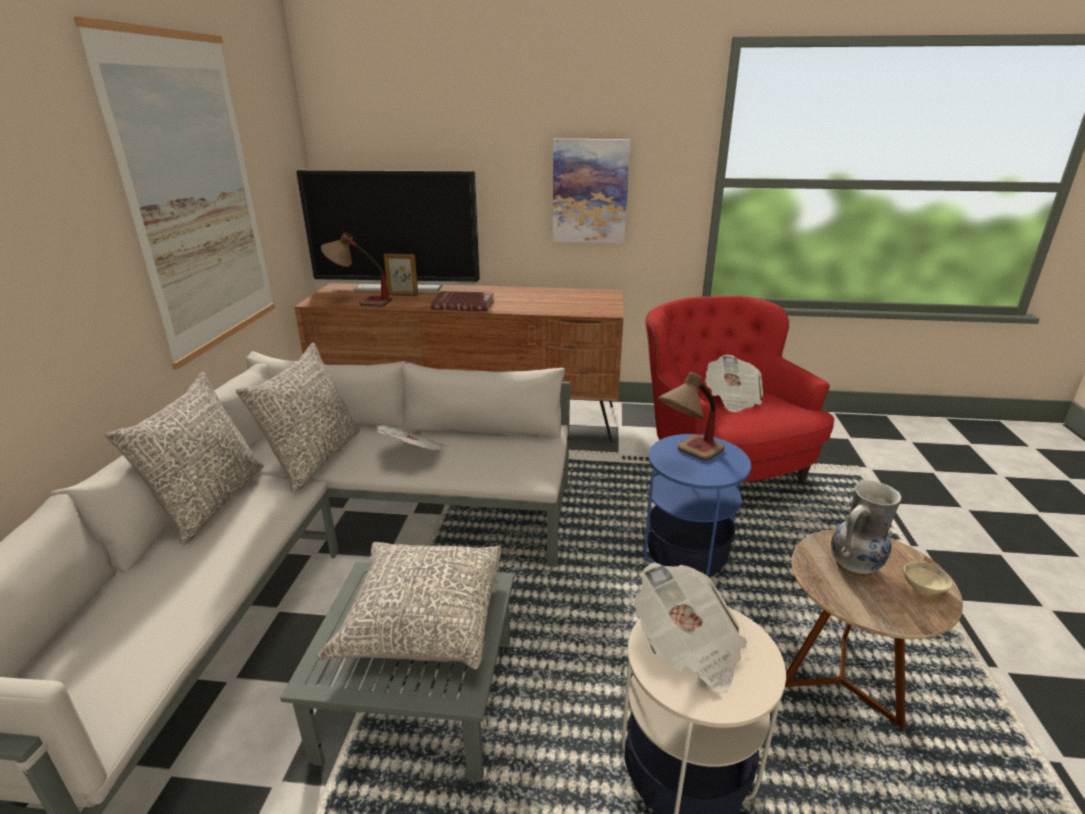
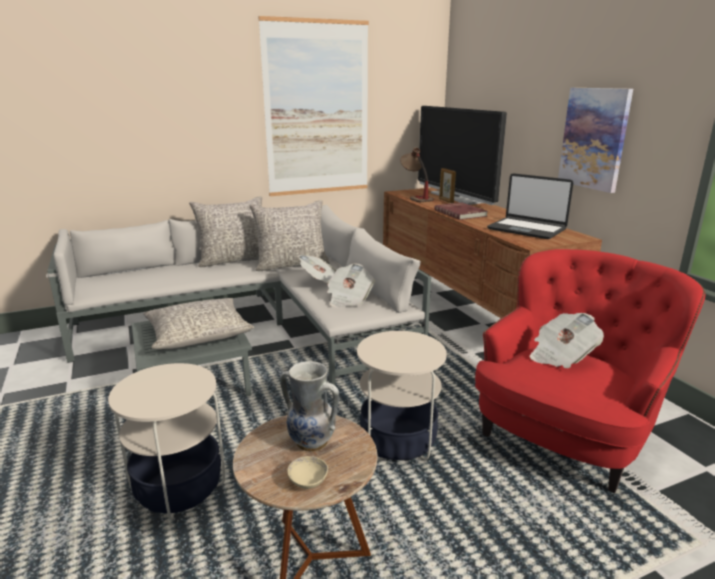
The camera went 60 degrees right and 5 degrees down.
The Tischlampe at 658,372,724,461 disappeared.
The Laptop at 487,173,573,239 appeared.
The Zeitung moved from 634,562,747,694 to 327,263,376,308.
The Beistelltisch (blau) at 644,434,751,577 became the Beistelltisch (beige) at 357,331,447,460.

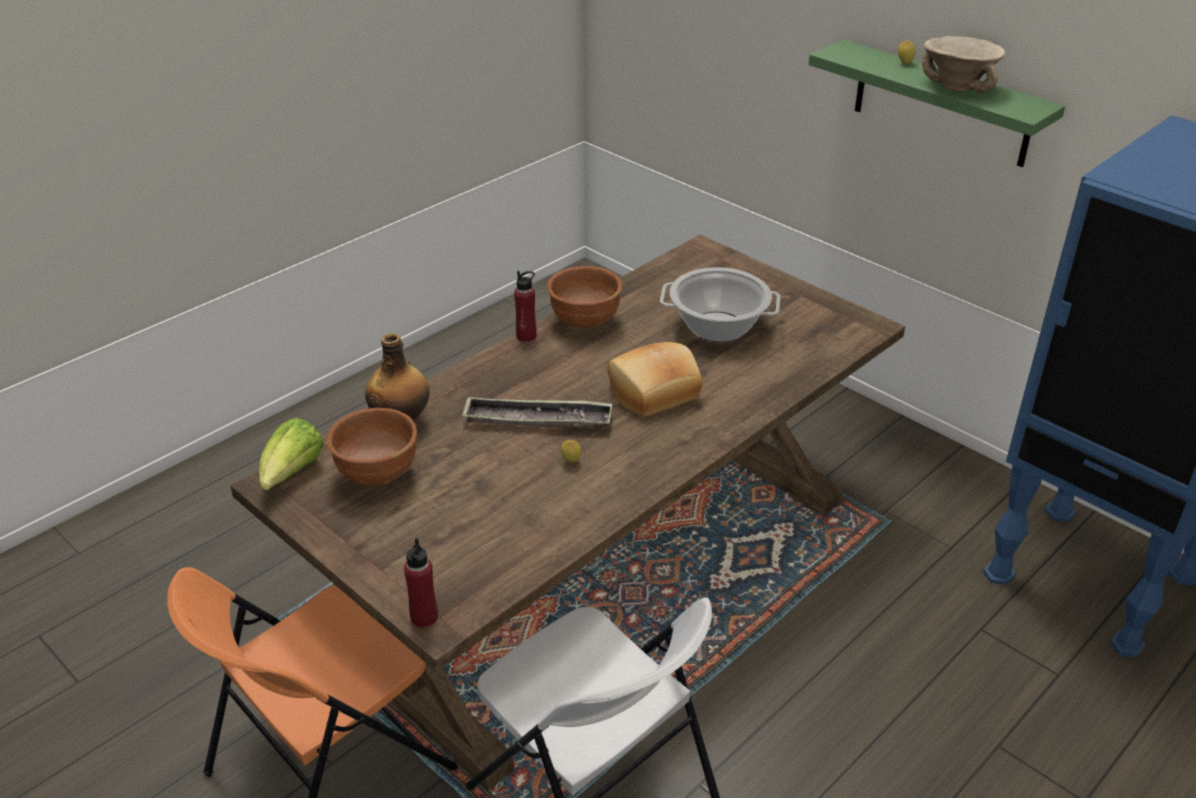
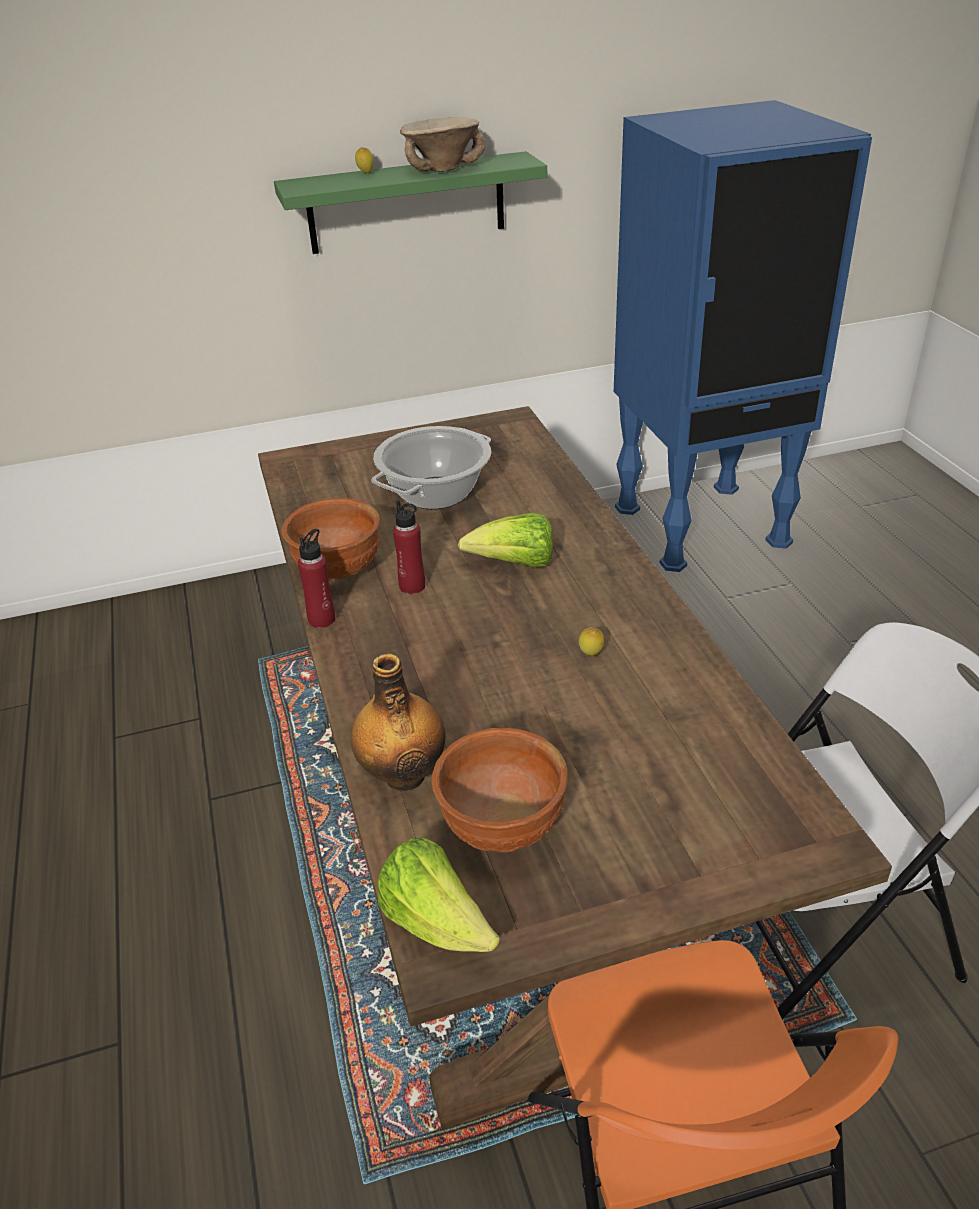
The camera went 60 degrees left and 0 degrees up.
The Tablett at 462,397,612,428 disappeared.
The Flasche (rot) moved from 404,538,438,627 to 393,501,425,594.
The Brot at 607,342,703,417 was replaced by the Salatkopf at 458,513,553,568.

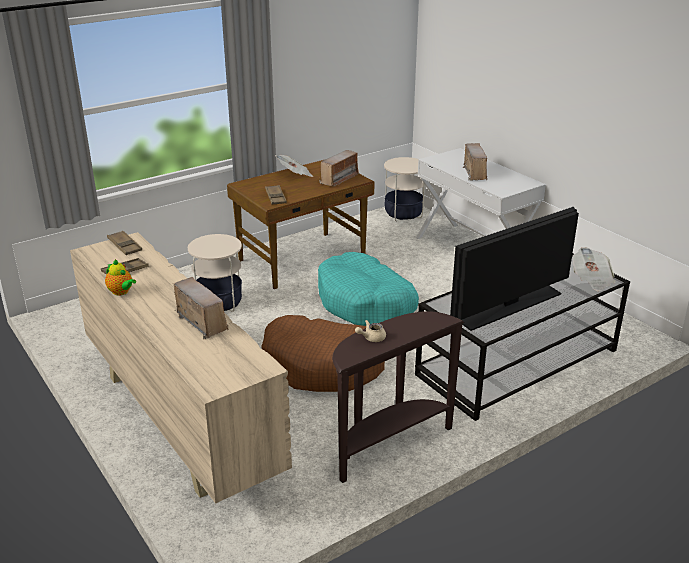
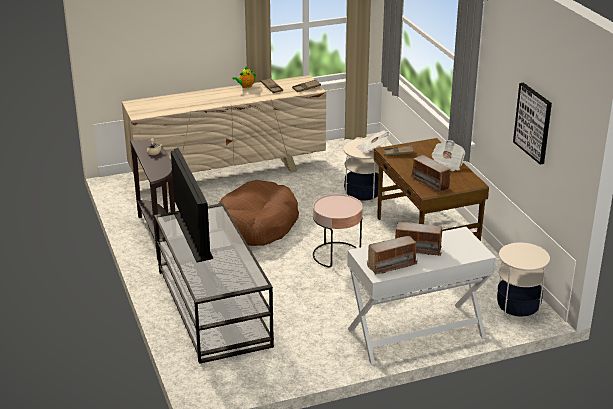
The camera went 105 degrees right and 0 degrees up.
The Bild at 513,83,552,165 appeared.
The Radio moved from 172,277,229,339 to 367,236,418,274.
The Zeitung moved from 572,247,615,292 to 357,130,390,153.
The Hundebett (türkis) at 318,252,419,326 was replaced by the Beistelltisch (rosa) at 313,194,363,267.

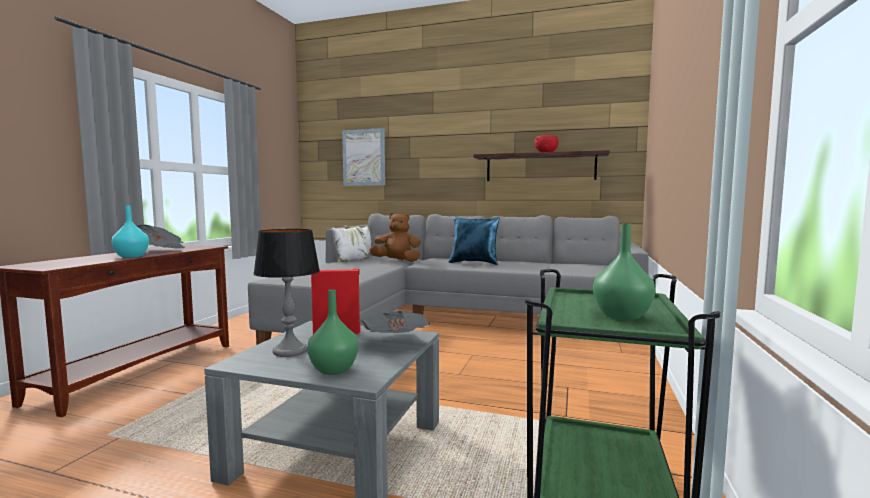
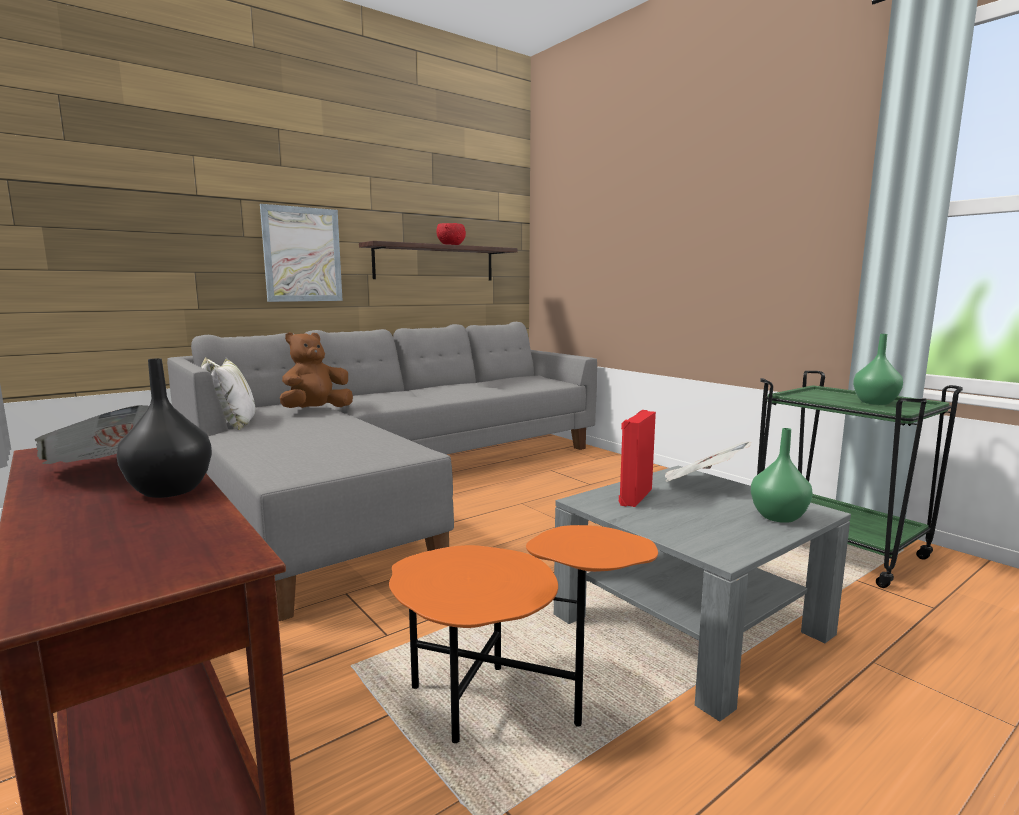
The camera went 55 degrees left and 5 degrees up.
The Tischlampe at 253,229,320,357 disappeared.
The Kissen (blau) at 448,217,500,265 disappeared.
The Beistelltisch (orange) at 389,525,658,743 appeared.
The Bild moved from 342,128,385,186 to 260,204,343,302.
The Vase (türkis) at 111,206,149,258 became the Vase (schwarz) at 117,358,212,498.

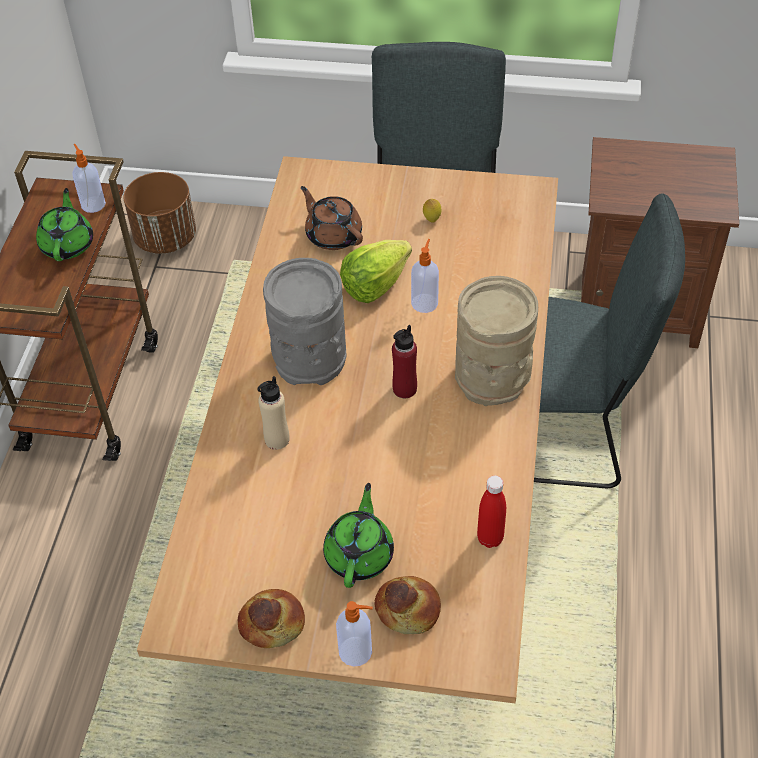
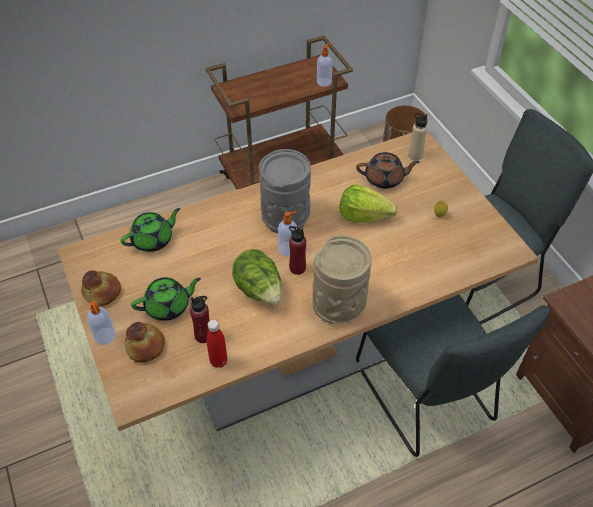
The camera went 55 degrees right and 0 degrees up.
The Flasche (rot) at 190,296,210,343 appeared.
The Salatkopf at 232,249,282,305 appeared.
The Teekanne (grün) moved from 36,188,93,261 to 120,208,180,252.
The Flasche (beige) moved from 257,376,289,450 to 409,112,428,161.
The Seifenspender moved from 411,239,439,313 to 278,211,299,256.
The Teekanne (braun) at 301,186,363,250 turned 75 degrees clockwise.

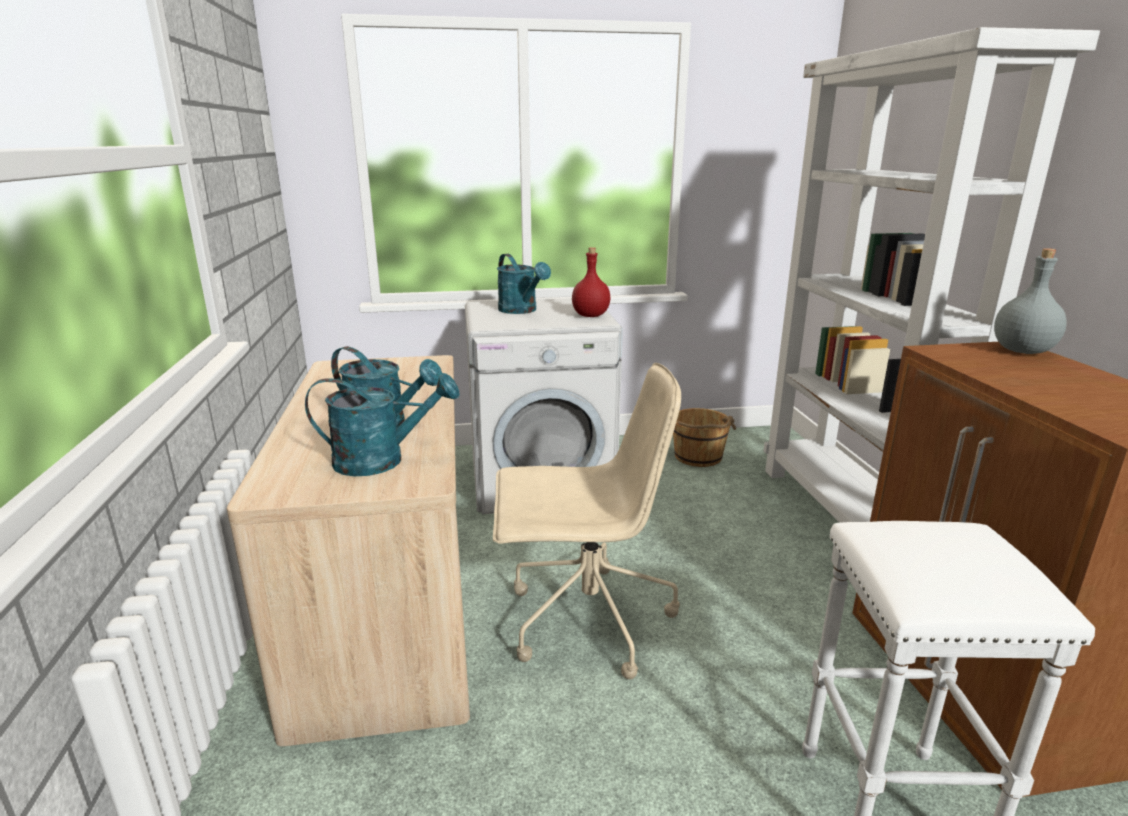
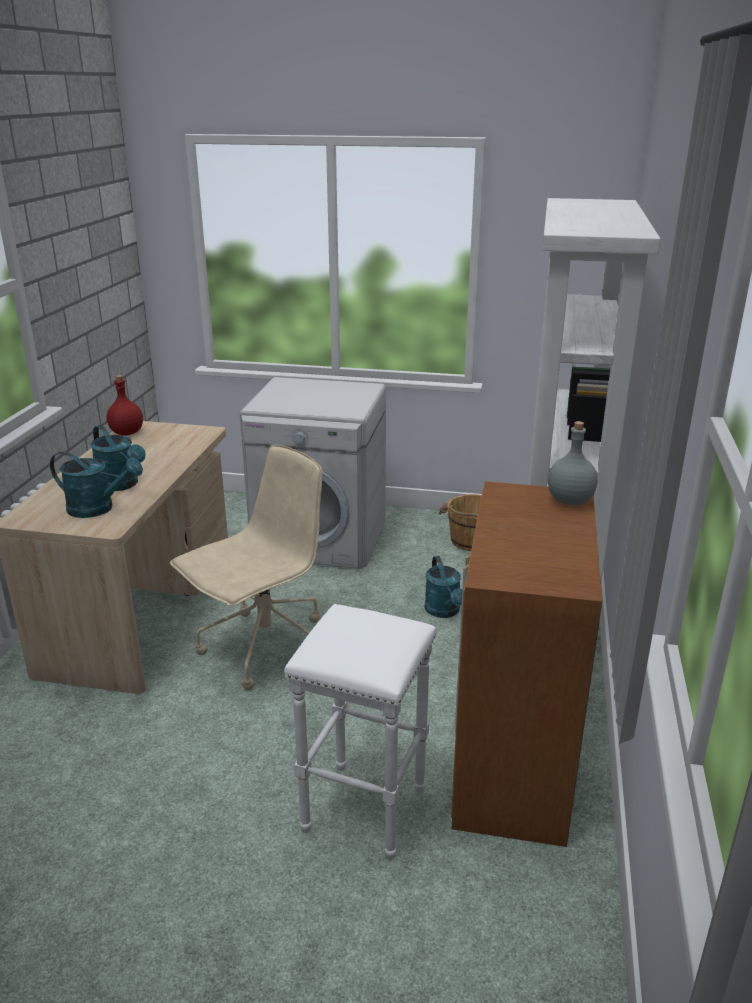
The camera went 20 degrees right and 5 degrees up.
The Gießkanne (türkis) moved from 497,254,551,314 to 425,556,462,618.
The Flasche (rot) moved from 572,247,611,317 to 106,375,143,436.
The Bürostuhl (beige) at 493,363,681,679 turned 60 degrees counterclockwise.

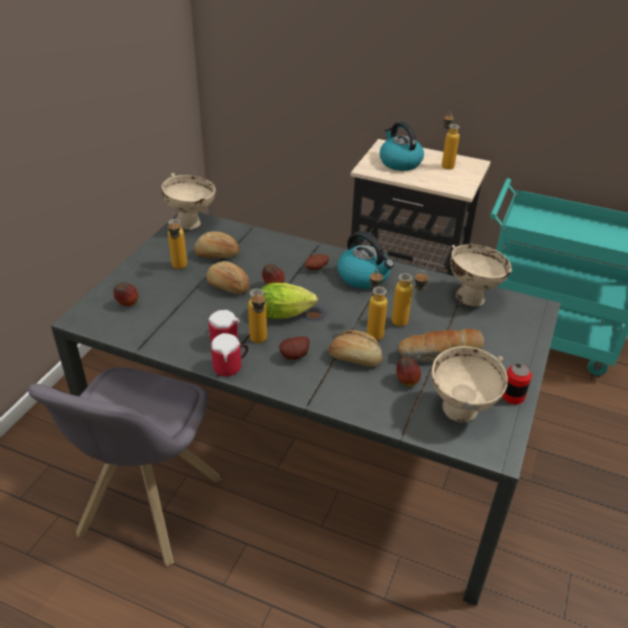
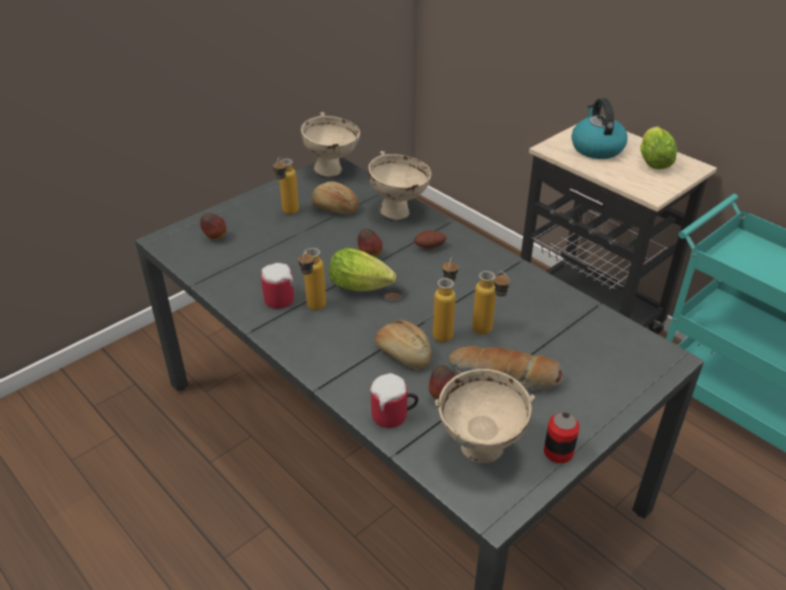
The camera went 25 degrees right and 0 degrees up.
The Stuhl (grau) at 28,367,222,566 disappeared.
The Brot at 206,261,250,293 disappeared.
The Kartoffel at 279,336,310,360 disappeared.
The Wasserkessel at 338,231,394,289 disappeared.
The Henkelbecher moved from 211,333,248,376 to 370,373,418,428.
The Schüssel (beige) moved from 450,244,512,307 to 368,151,432,220.
The Flasche at 442,111,459,170 was replaced by the Salatkopf at 640,127,677,169.

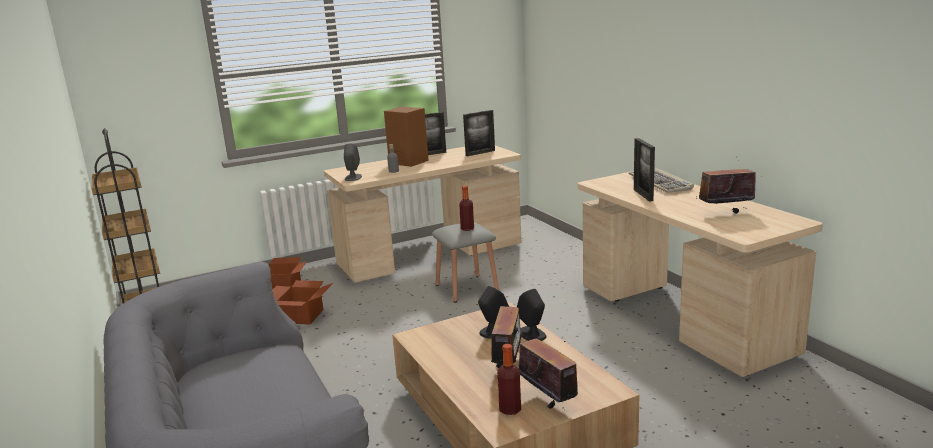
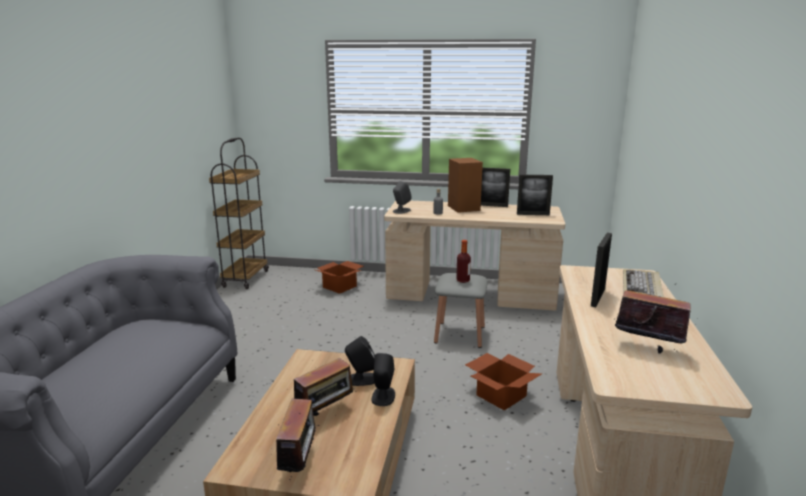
The camera went 35 degrees right and 0 degrees up.
The Flasche at 497,344,521,415 disappeared.
The Karton moved from 273,280,333,325 to 465,353,542,411.

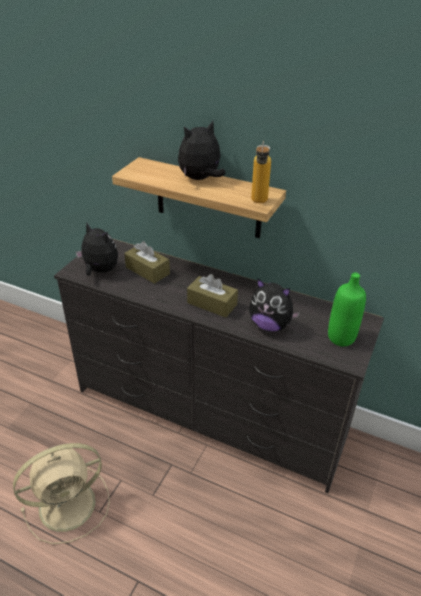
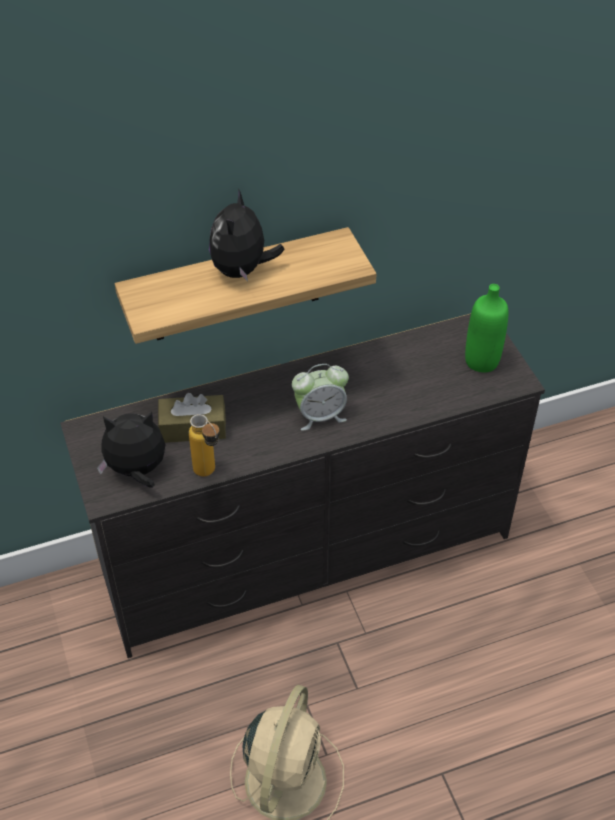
The camera went 45 degrees left and 10 degrees up.
The Plüschtier at 249,278,300,331 disappeared.
The Flasche moved from 251,141,271,203 to 189,414,220,477.
The Taschentuchbox (braun) at 187,274,238,318 was replaced by the Wecker at 292,364,349,431.

